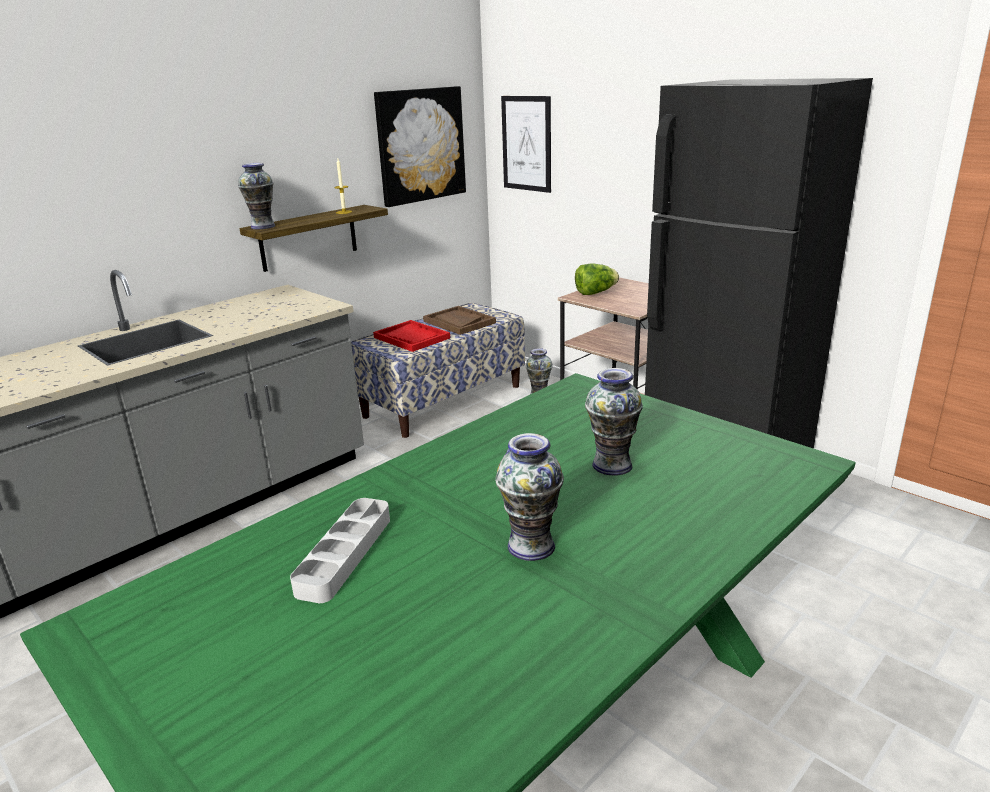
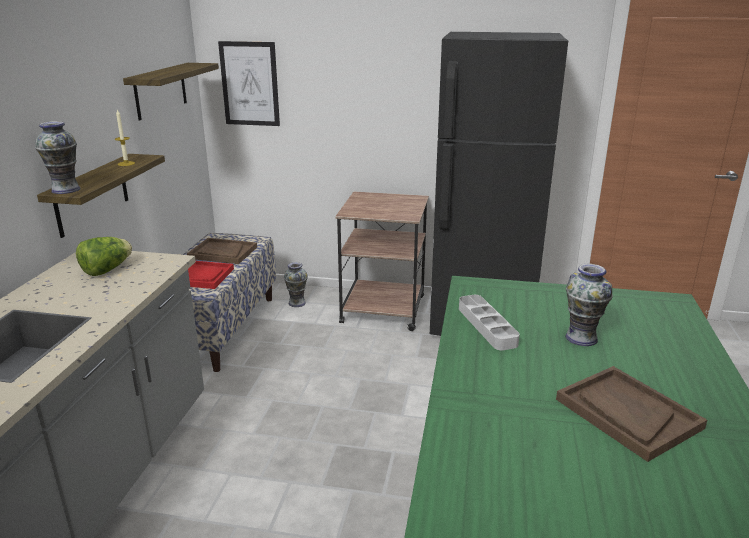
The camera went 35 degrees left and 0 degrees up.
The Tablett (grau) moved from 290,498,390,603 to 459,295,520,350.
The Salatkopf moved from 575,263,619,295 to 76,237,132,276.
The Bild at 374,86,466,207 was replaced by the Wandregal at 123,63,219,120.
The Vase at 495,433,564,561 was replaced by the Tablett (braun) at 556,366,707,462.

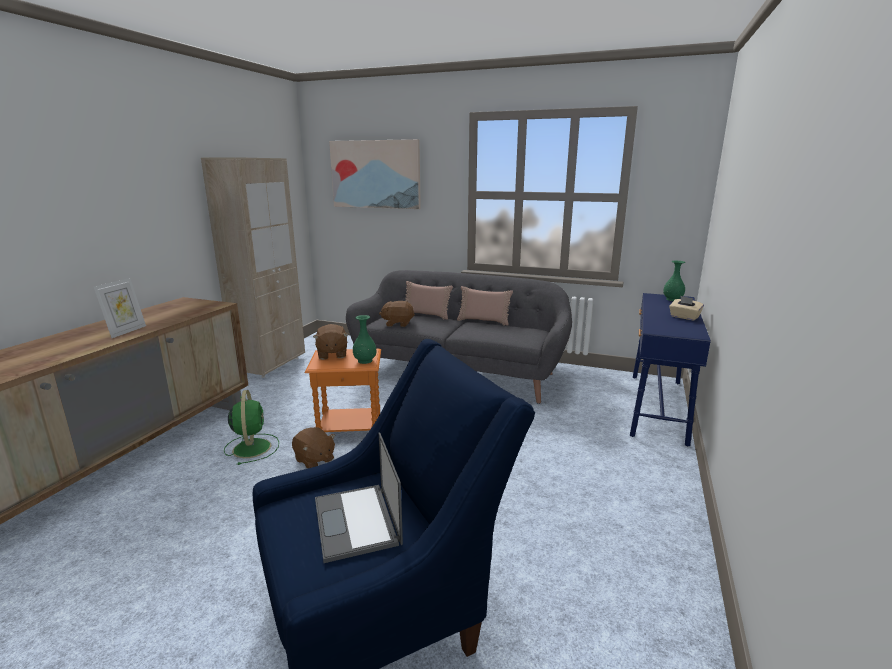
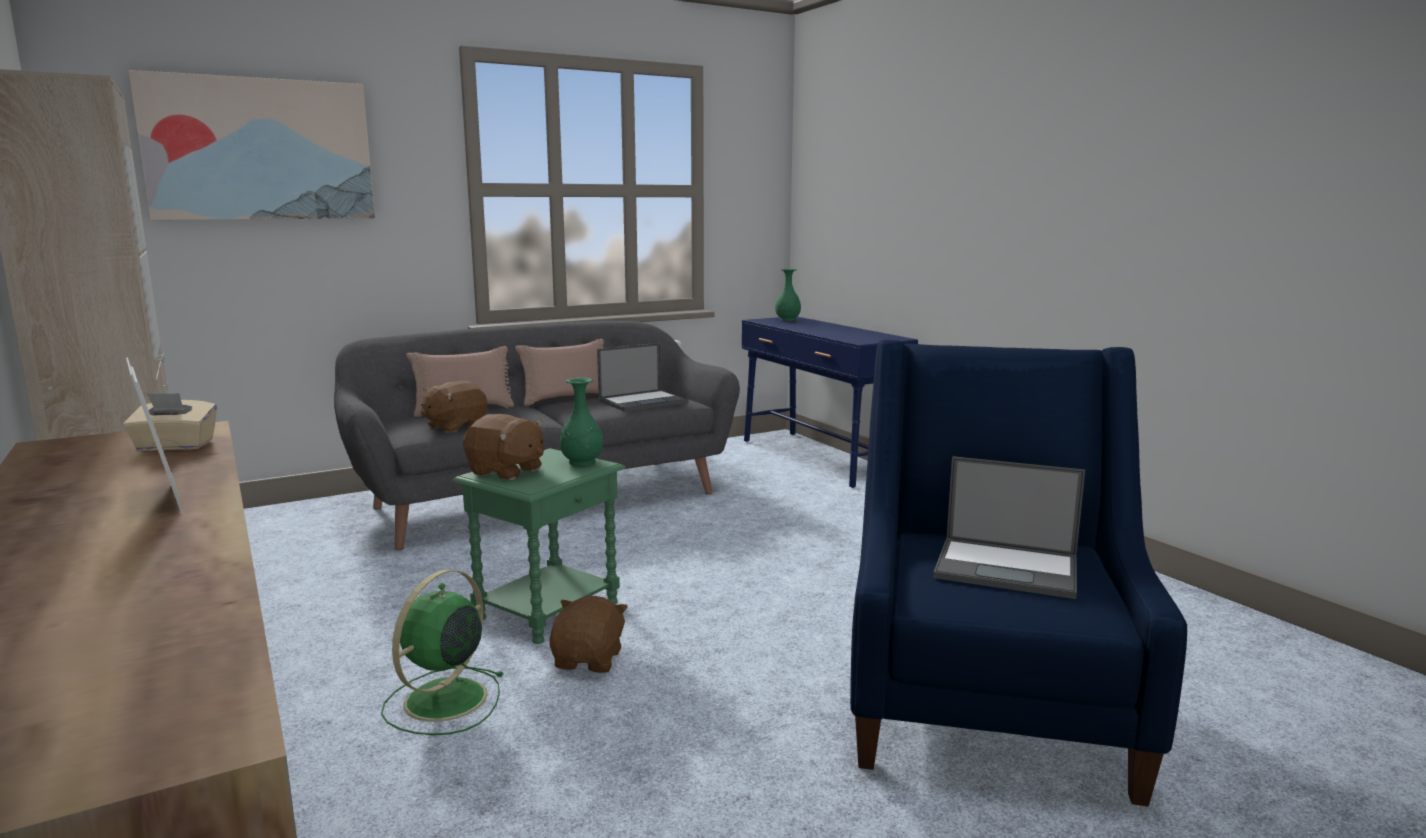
The camera went 50 degrees left and 5 degrees down.
The Laptop at 597,343,688,412 appeared.
The Taschentuchbox (beige) moved from 669,296,704,320 to 123,393,217,451.
The Beistelltisch (orange) at 305,348,381,432 became the Beistelltisch (grün) at 452,448,626,644.
The Ventilator (grün) at 224,390,279,465 turned 90 degrees counterclockwise.
The Plüschtier (braun) at 292,427,335,469 turned 75 degrees counterclockwise.

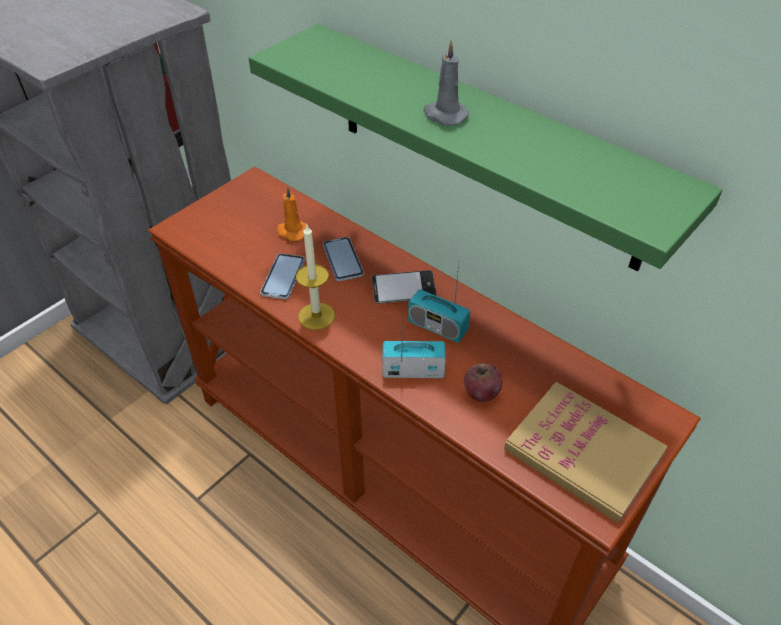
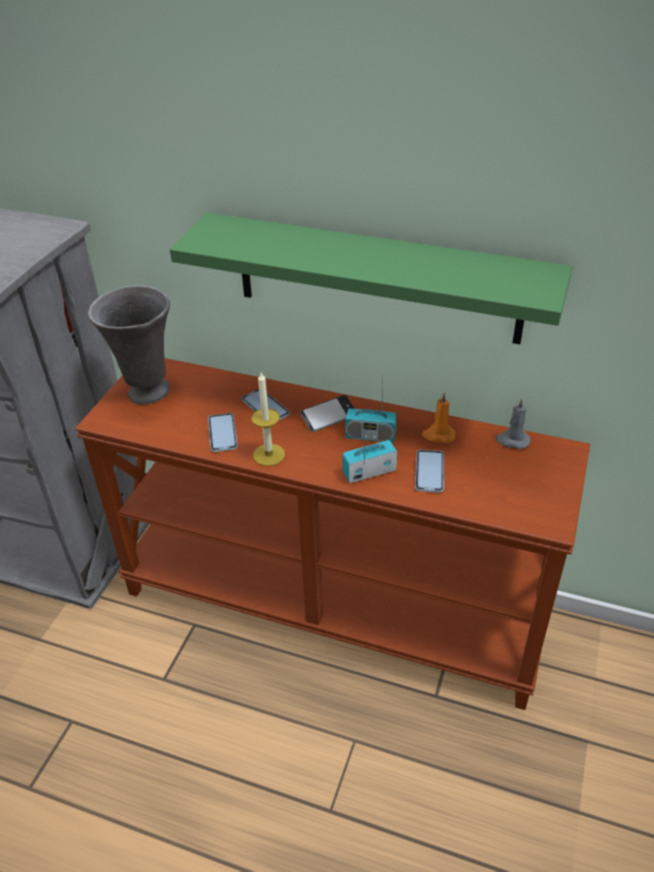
The camera went 20 degrees left and 5 degrees down.
The Buch at 504,382,668,523 disappeared.
The Vase (grau) at 88,285,170,404 appeared.
The Kerze (orange) moved from 277,186,307,241 to 422,393,456,443.
The Kerze (grau) moved from 423,41,469,125 to 496,398,531,449.
The Apfel at 464,364,503,402 was replaced by the Handy at 415,450,444,493.

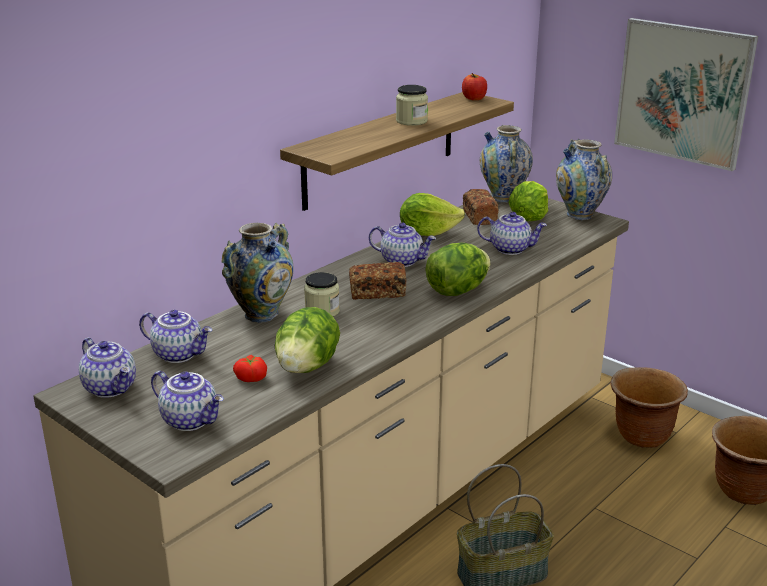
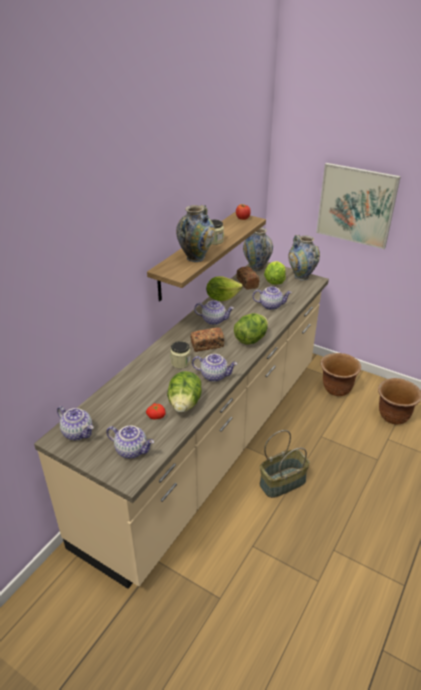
The camera went 10 degrees left and 10 degrees up.
The Teekanne moved from 139,310,212,363 to 192,354,237,382.
The Vase moved from 221,223,294,323 to 176,205,215,262.

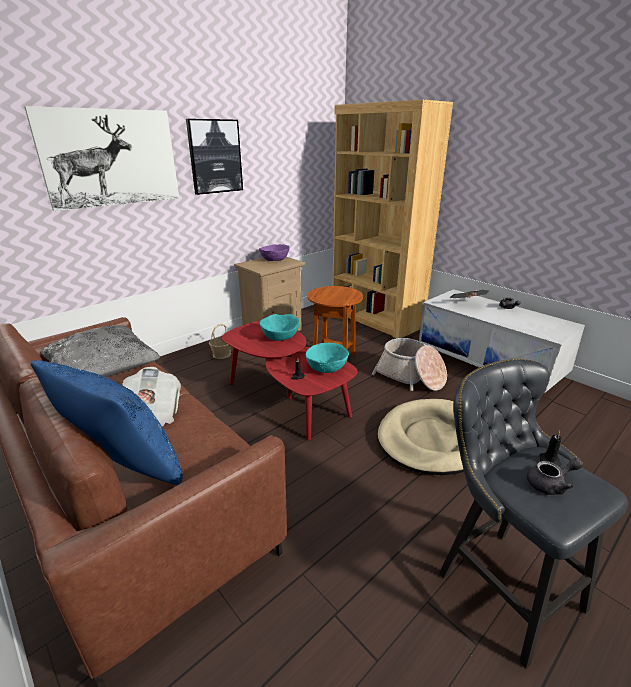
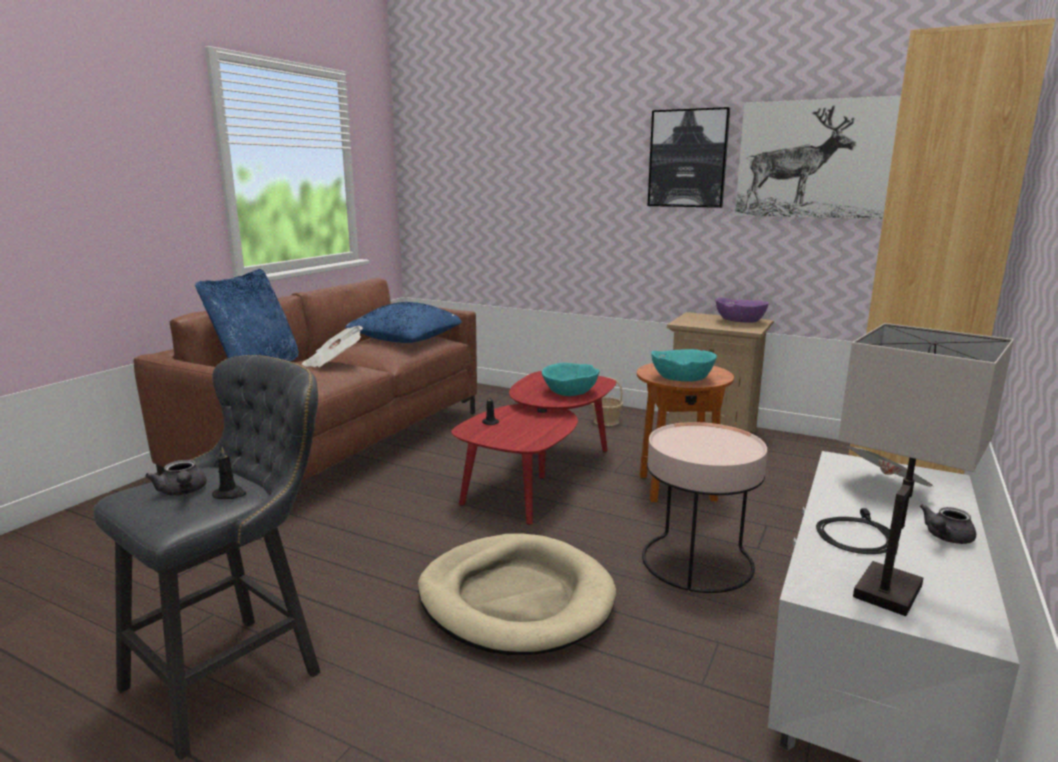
The camera went 70 degrees right and 10 degrees down.
The Tischlampe at 816,323,1014,616 appeared.
The Bild moved from 24,106,179,211 to 735,96,901,219.
The Schüssel (türkis) moved from 306,343,349,373 to 651,349,717,382.
The Korb at 372,338,447,391 was replaced by the Beistelltisch (rosa) at 642,422,767,593.
The Kissen (grau) at 41,325,160,377 became the Kissen (blau) at 346,302,462,343.

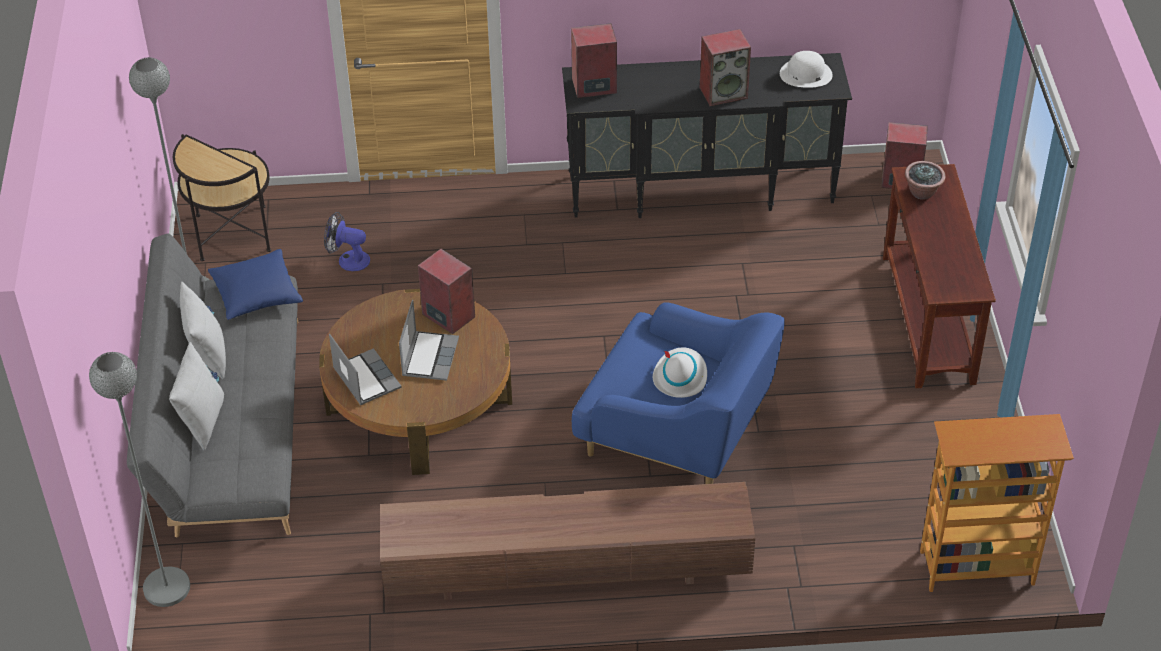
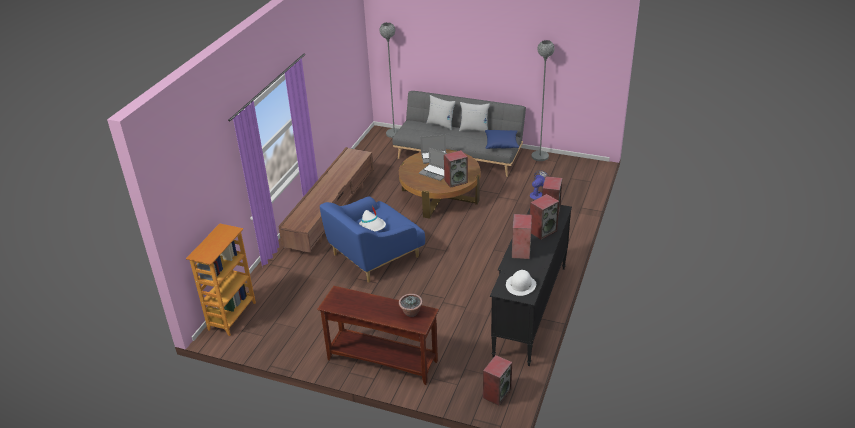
The camera went 115 degrees right and 10 degrees down.
The Beistelltisch at 173,134,271,261 disappeared.
The Lautsprecher at 530,194,559,240 appeared.

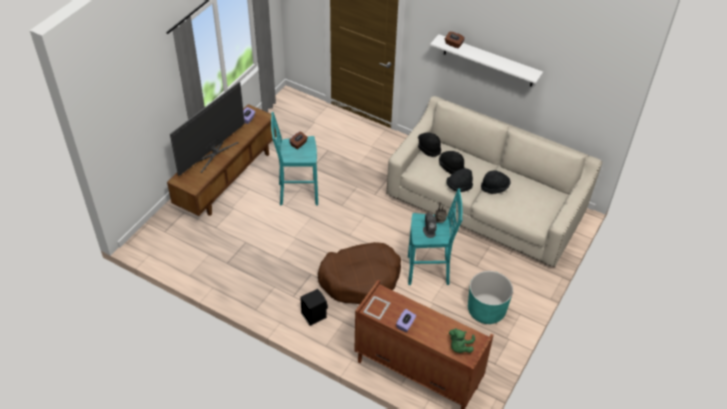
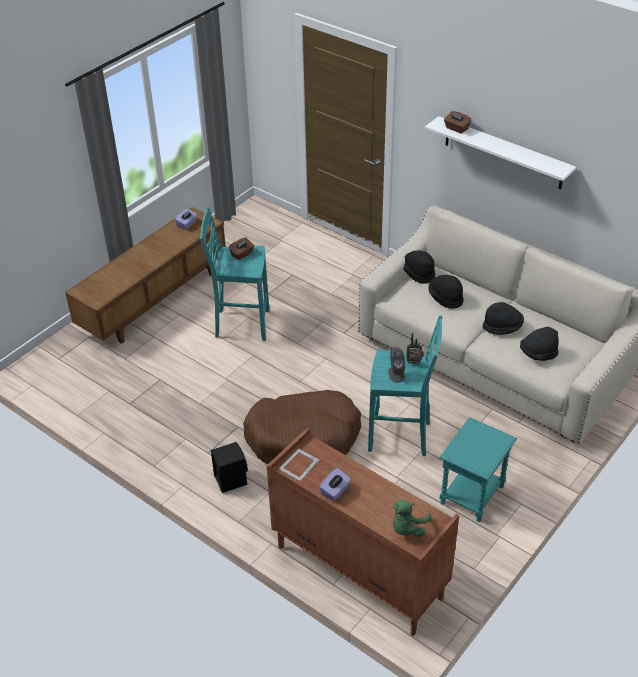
The camera went 10 degrees right and 5 degrees down.
The Fernseher at 170,81,245,176 disappeared.
The Hut (schwarz) moved from 447,168,473,192 to 520,327,559,361.
The Pflanzkübel (türkis) at 468,271,513,324 was replaced by the Beistelltisch (türkis) at 439,417,517,522.

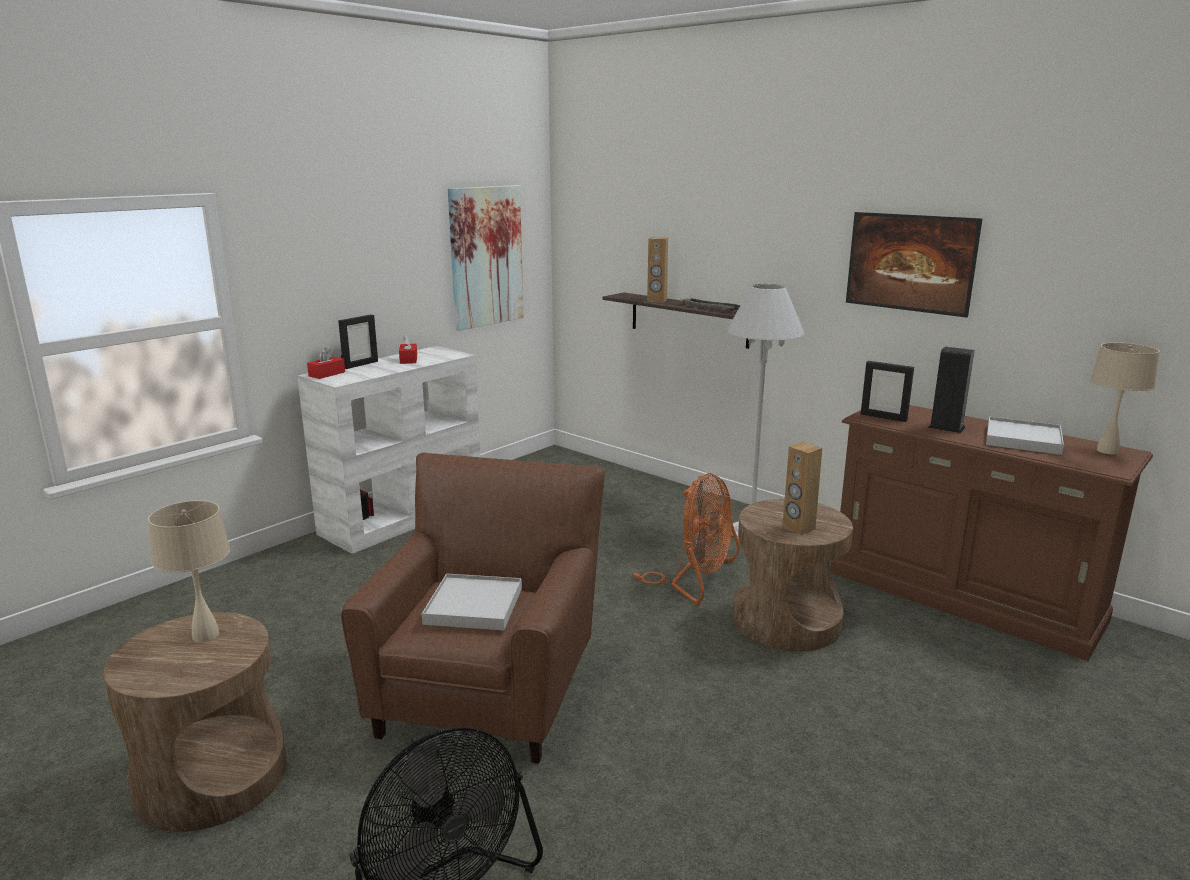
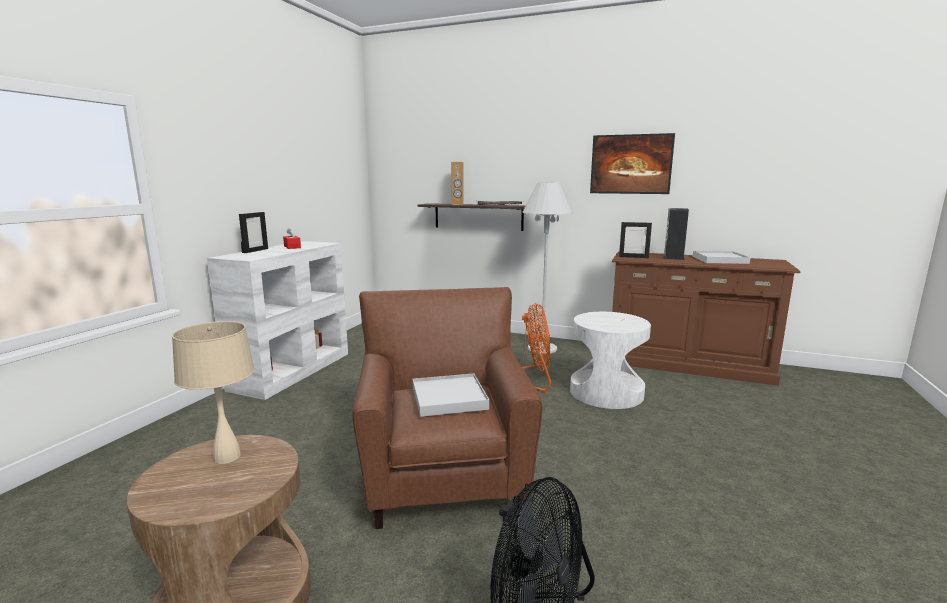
The camera went 20 degrees left and 5 degrees down.
The Taschentuchbox (rot) at 307,347,345,379 disappeared.
The Bild at 448,185,524,331 disappeared.
The Lautsprecher (braun) at 782,442,822,535 disappeared.
The Tischlampe (beige) at 1090,342,1160,455 disappeared.
The Beistelltisch (braun) at 733,499,853,651 became the Beistelltisch (weiß) at 570,312,651,409.

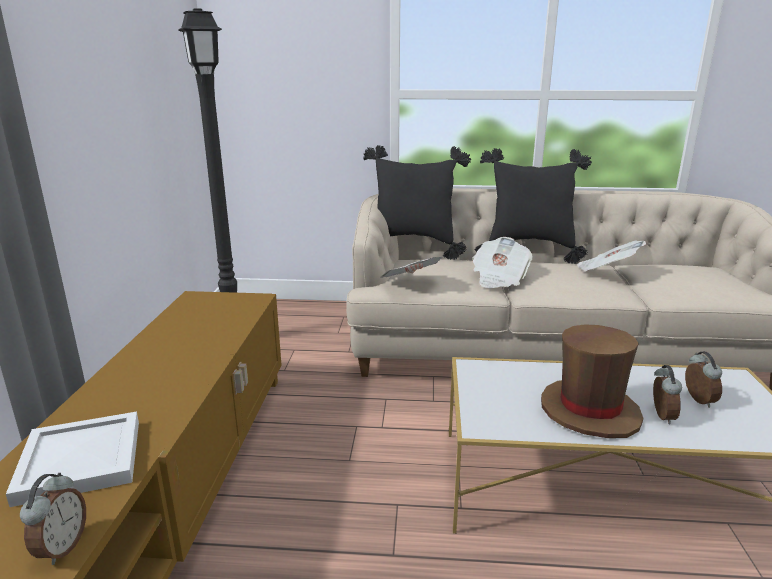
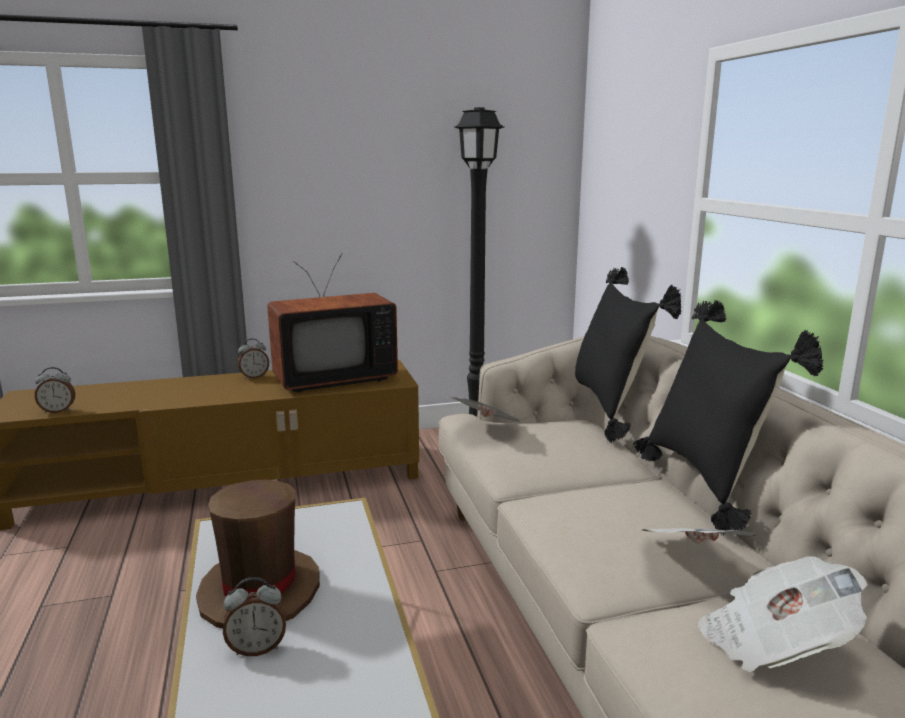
The camera went 70 degrees right and 5 degrees down.
The Tablett (weiß) at 6,412,139,507 disappeared.
The Fernseher at 267,253,398,393 appeared.
The Zeitung moved from 472,237,533,288 to 697,556,868,672.
The Wecker moved from 685,351,722,408 to 237,338,269,379.

